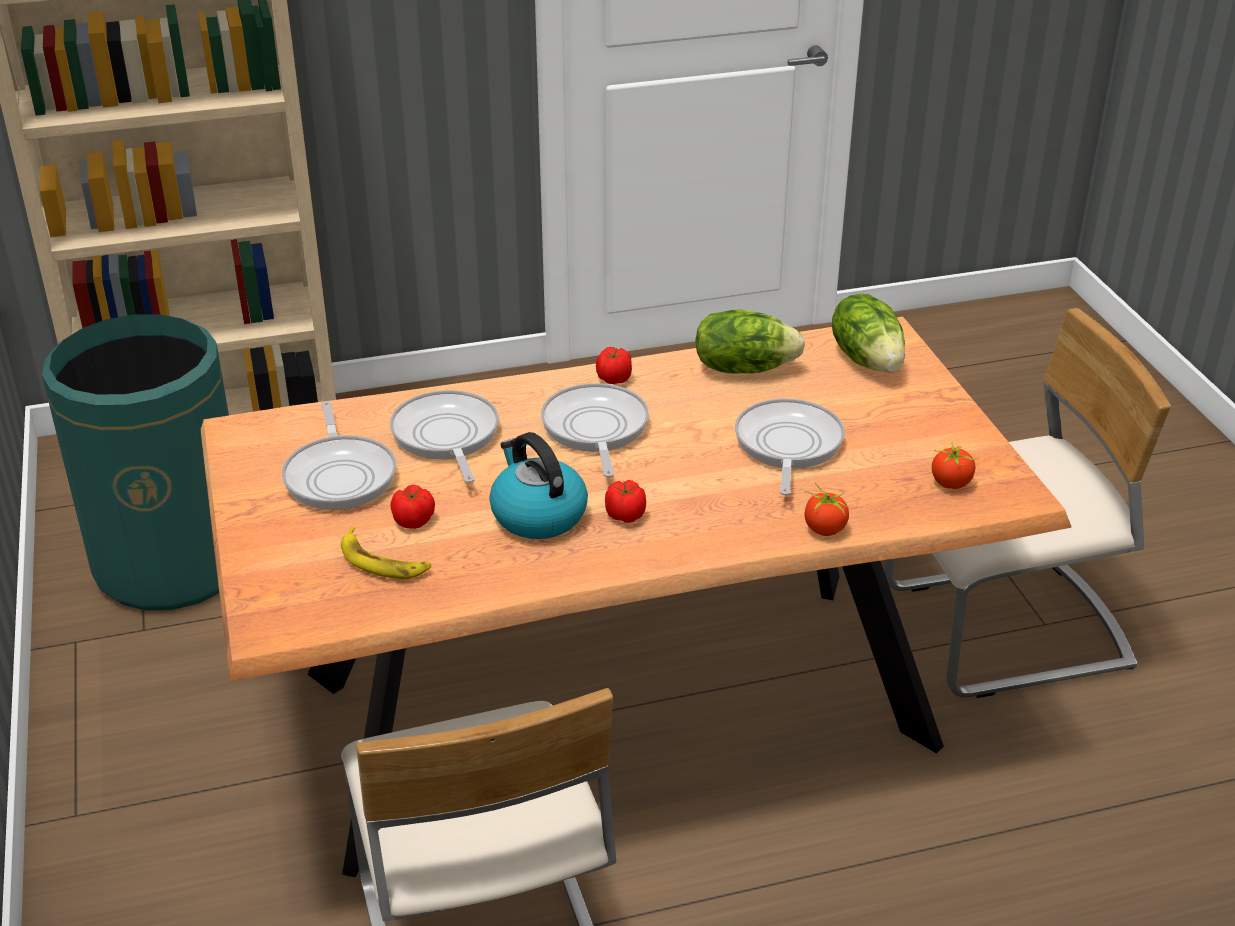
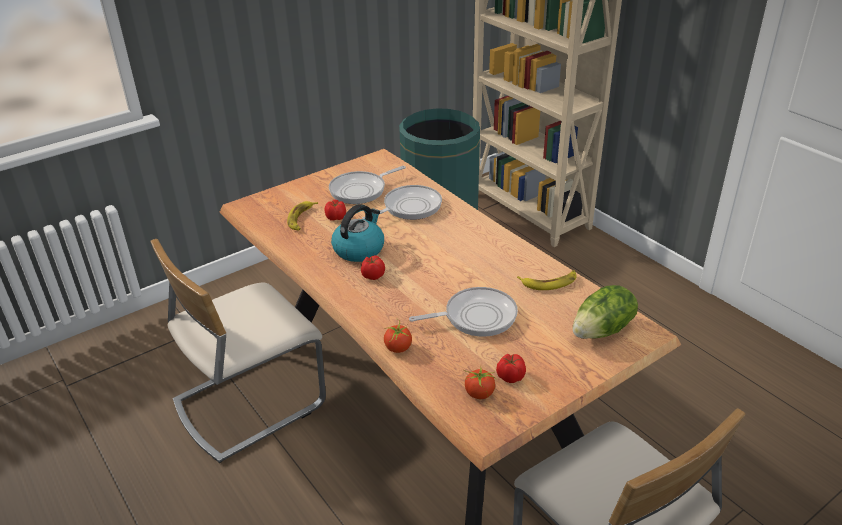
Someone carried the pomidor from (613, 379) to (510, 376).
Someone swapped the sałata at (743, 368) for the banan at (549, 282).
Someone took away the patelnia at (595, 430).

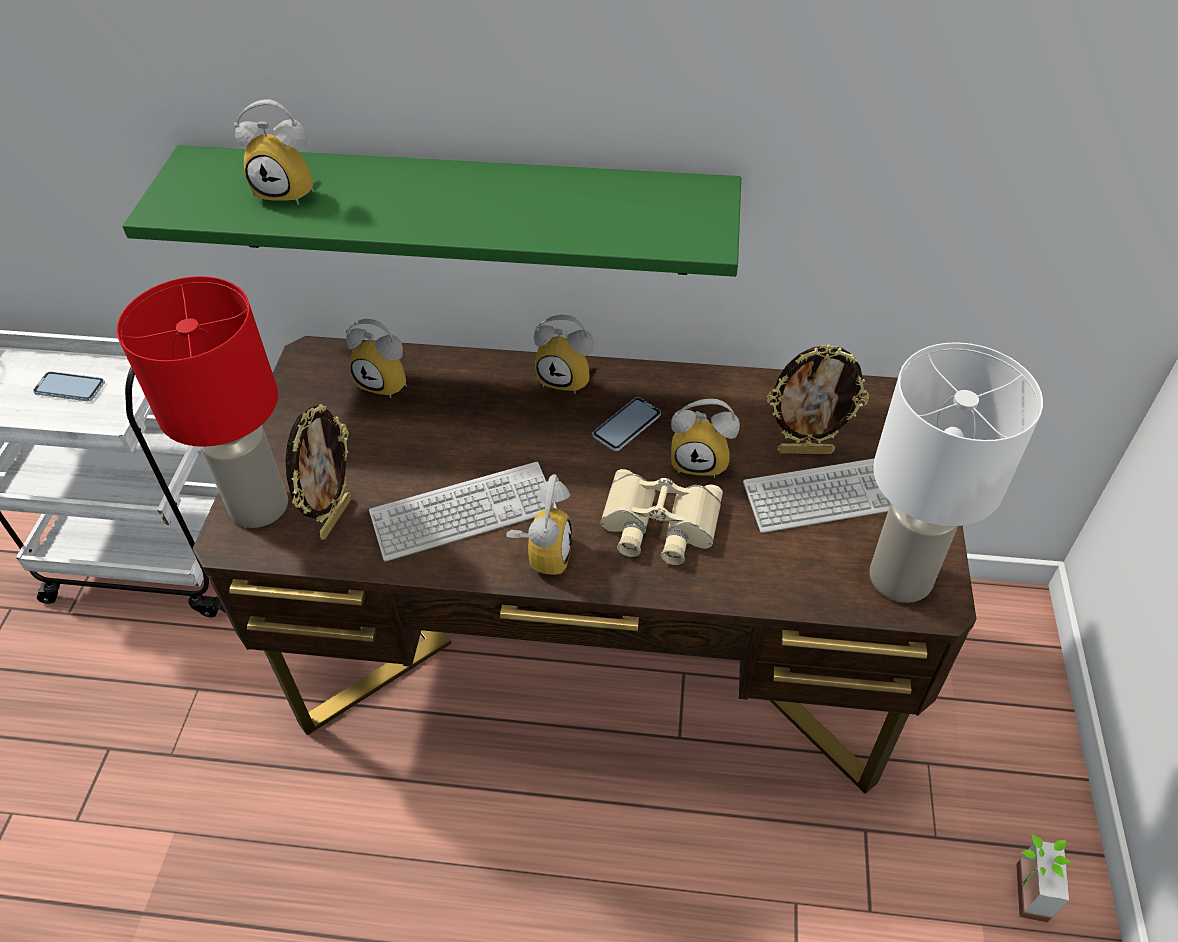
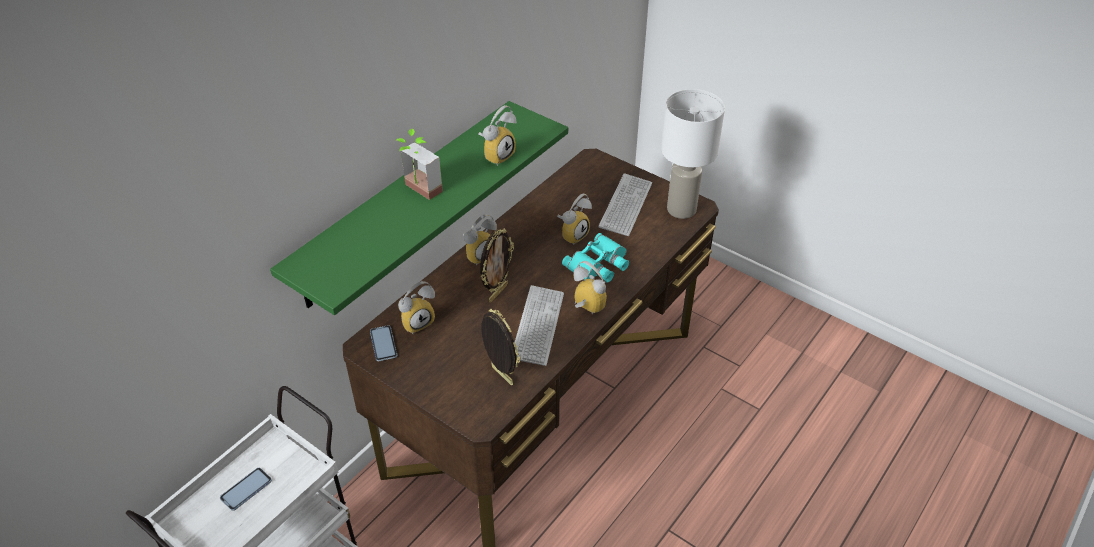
Someone carried the telefon from (627, 425) to (383, 344).
Someone carried the roślina doniczkowa from (1019, 890) to (418, 191).
Someone carried the budzik from (290, 190) to (497, 155).
Someone carried the ramka na zdjęcie from (805, 450) to (497, 292).
Someone repainted the lornetka/beżowy at (658, 525), which became the lornetka/turkusowy at (599, 264).
Someone took away the lampa stołowa/czerwony at (258, 507).

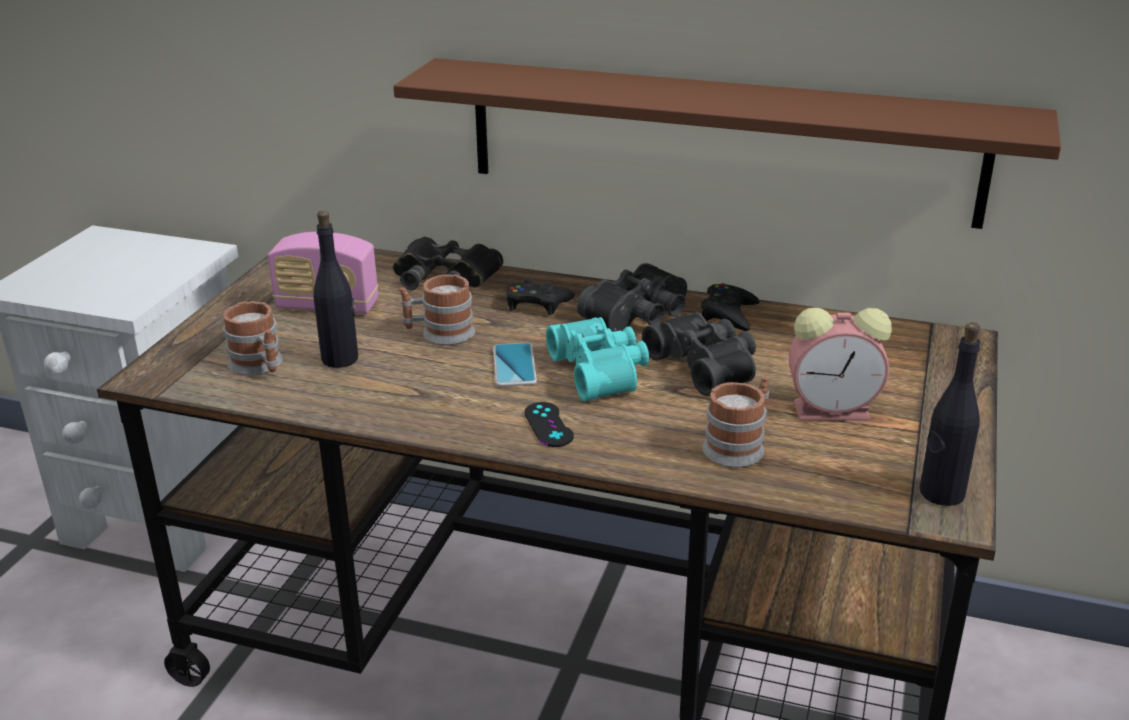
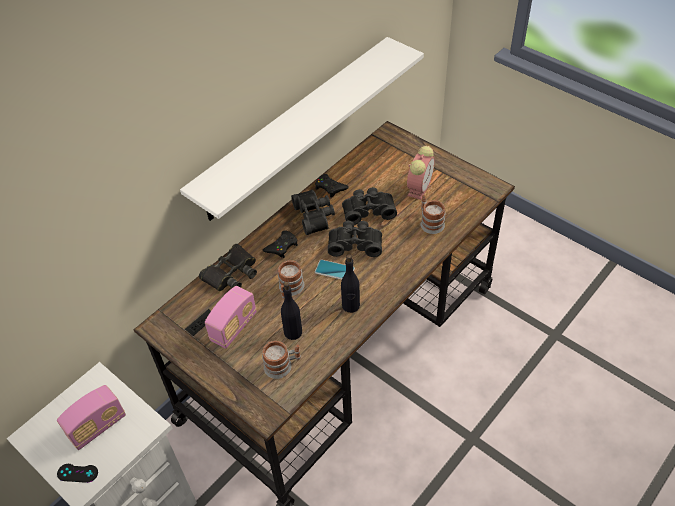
Someone put down the radio at (97, 426).
Someone carried the pad do gier/czarny from (548, 425) to (77, 473).
Someone repainted the półka/brązowy at (719, 141), which became the półka/biały at (295, 128).
Someone repainted the lornetka/turkusowy at (601, 371), which became the lornetka/czarny at (355, 243).
Someone carried the butelka/czarny from (941, 493) to (350, 306).

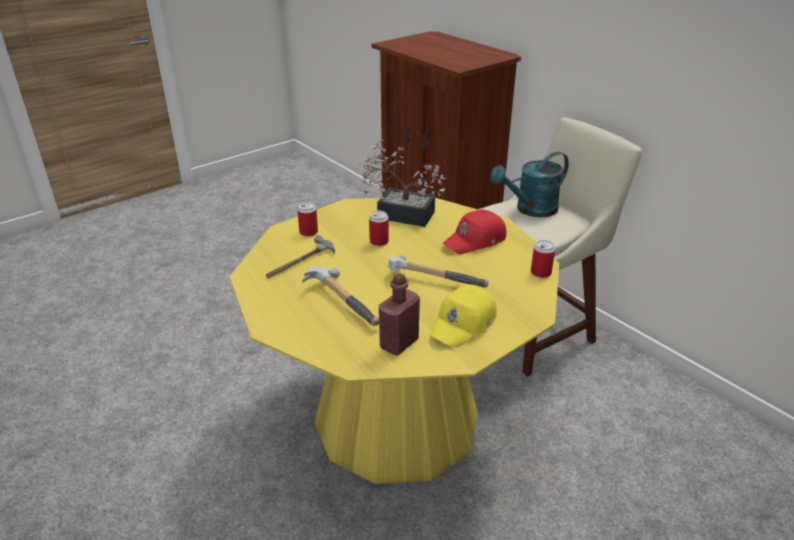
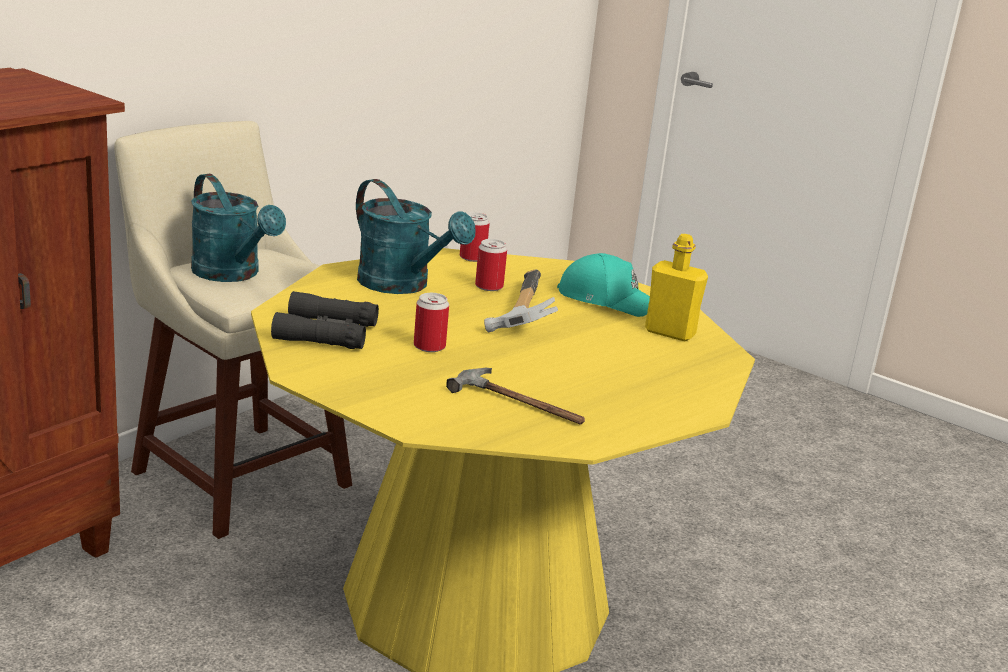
Someone swapped the roślina doniczkowa at (400, 213) for the lornetka/czarny at (326, 332).
Someone swapped the czapka z daszkiem/czerwony at (475, 241) for the konewka/turkusowy at (403, 285).
Someone carried the puszka from (308, 232) to (489, 286).
Someone repainted the czapka z daszkiem/żółty at (464, 324), which became the czapka z daszkiem/turkusowy at (607, 300).
Someone repainted the butelka/czerwony at (399, 343), which became the butelka/żółty at (670, 332).
Someone took away the młotek at (345, 301).

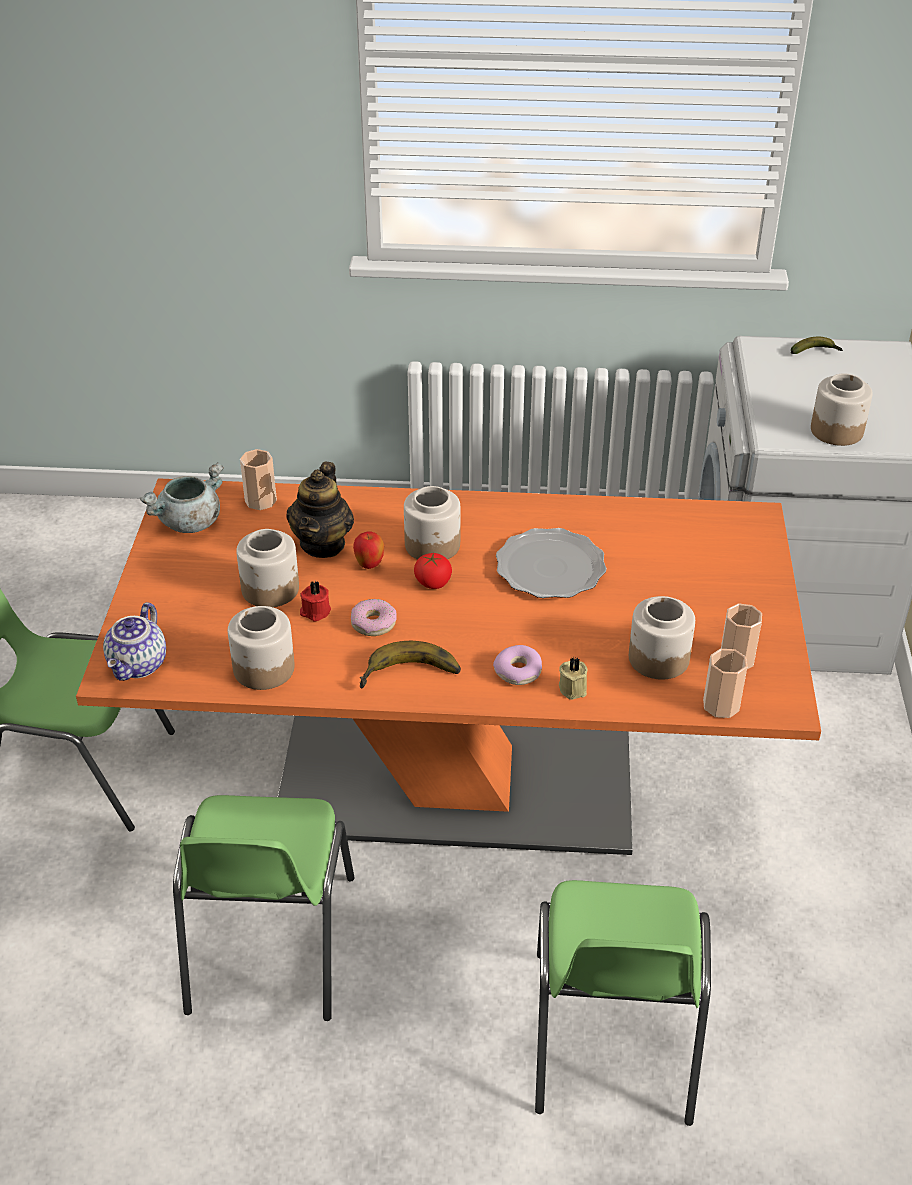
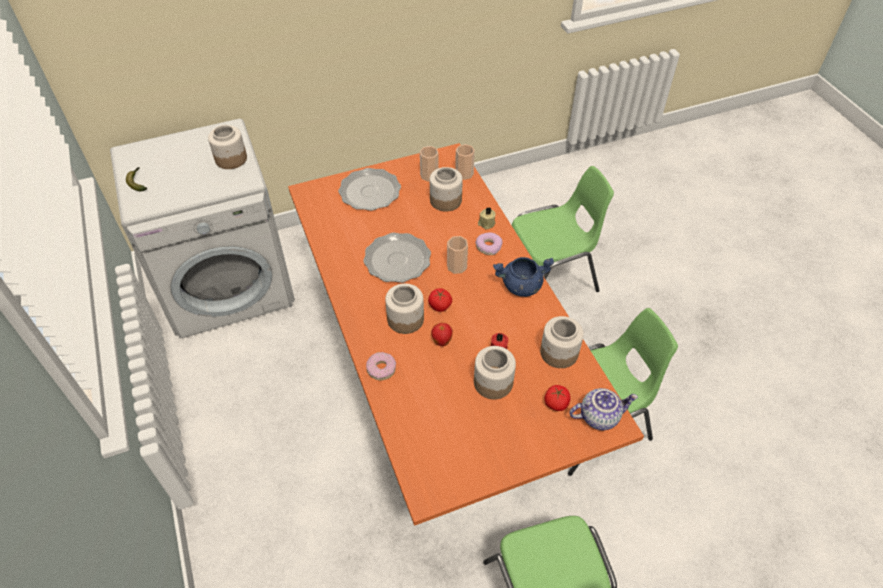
Someone put down the talerz at (370, 192).
Someone carried the donut from (373, 623) to (381, 369).
Someone carried the filiżanka from (260, 501) to (457, 266).
Someone swapped the banan at (411, 677) for the garnek/niebieski at (521, 286).
Someone put down the pomidor at (556, 403).
Someone took away the garnek/szary at (190, 523).
Someone took away the imbryk at (323, 544).

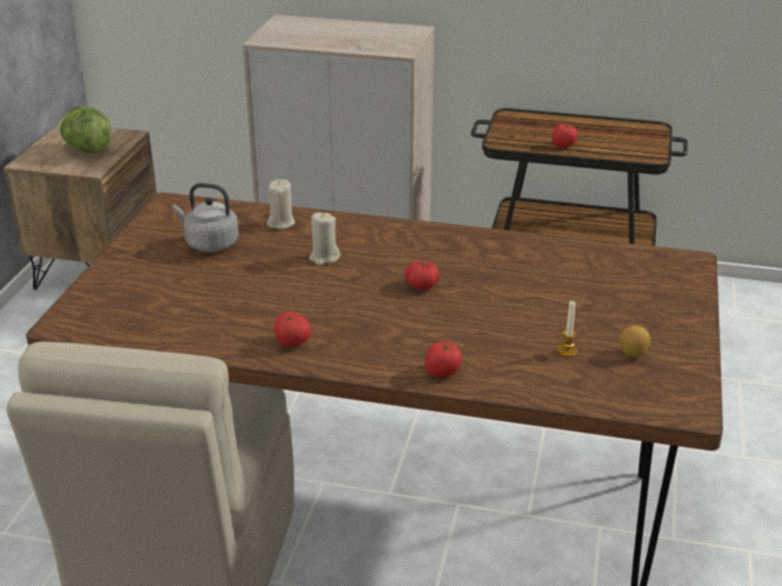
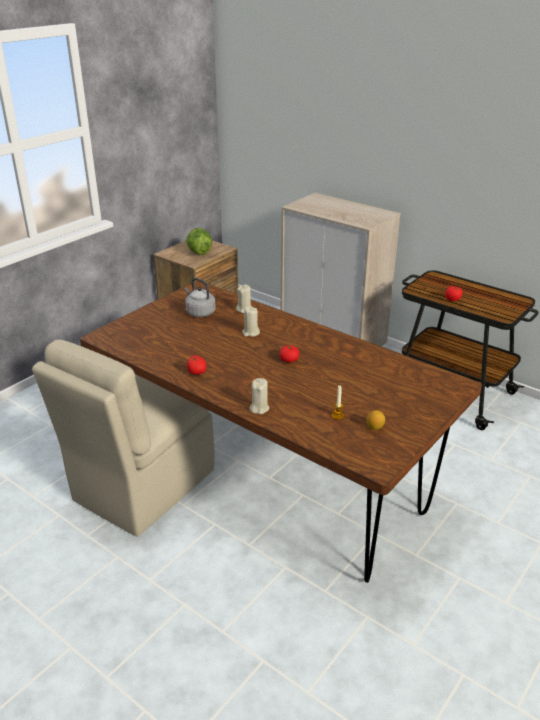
Someone swapped the pomidor at (442, 372) for the świeca/beżowy at (259, 408).

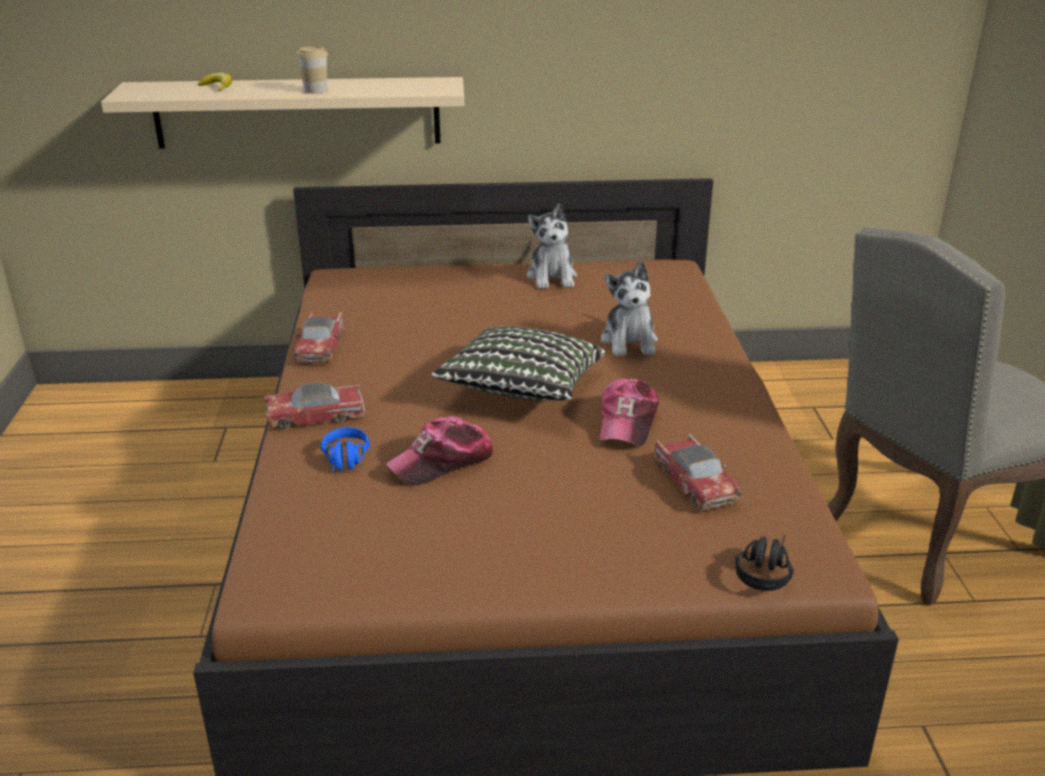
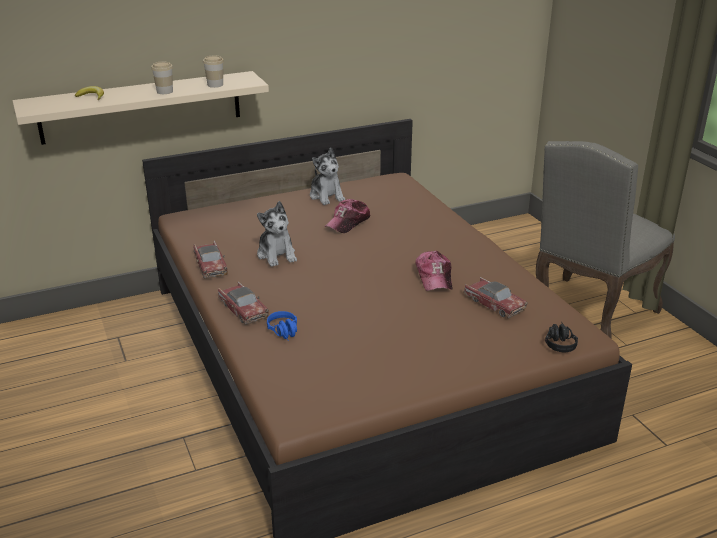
Someone put down the filiżanka at (215, 85).
Someone rotated the samochodzik at (315, 416) by 90 degrees counterclockwise.
Someone carried the pluszak from (629, 341) to (277, 255).
Someone carried the czapka z daszkiem from (442, 461) to (348, 222).
Someone took away the poduszka at (522, 390).

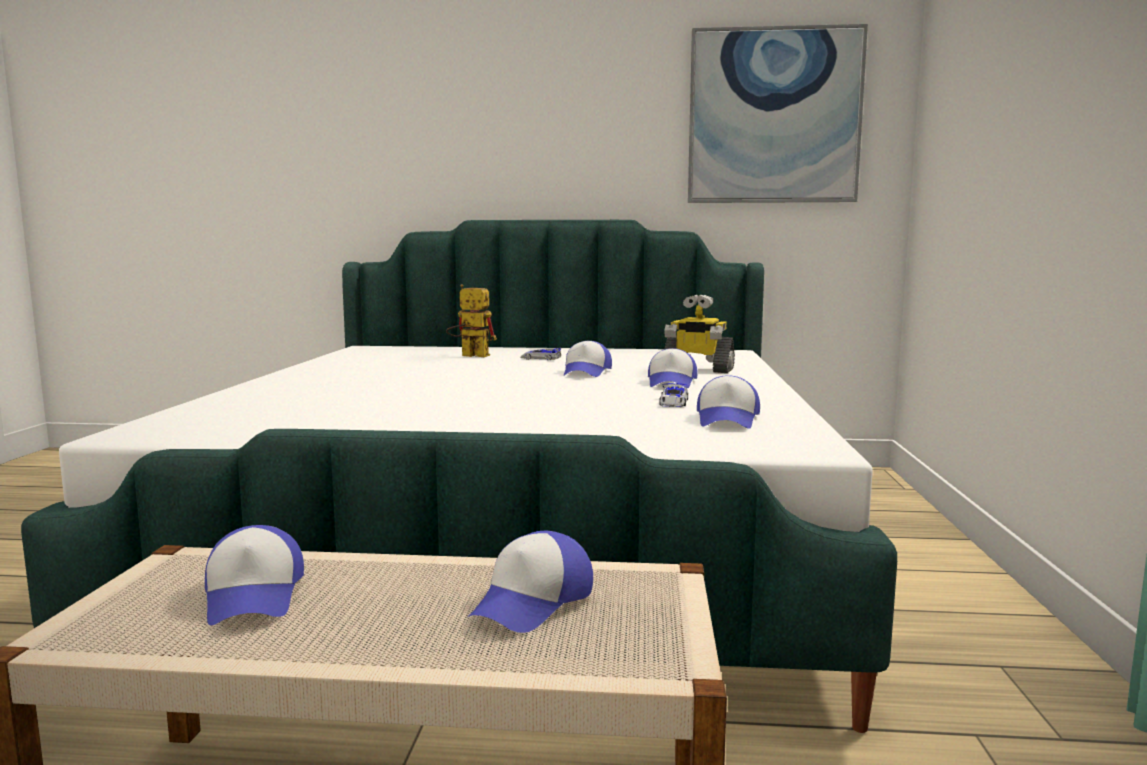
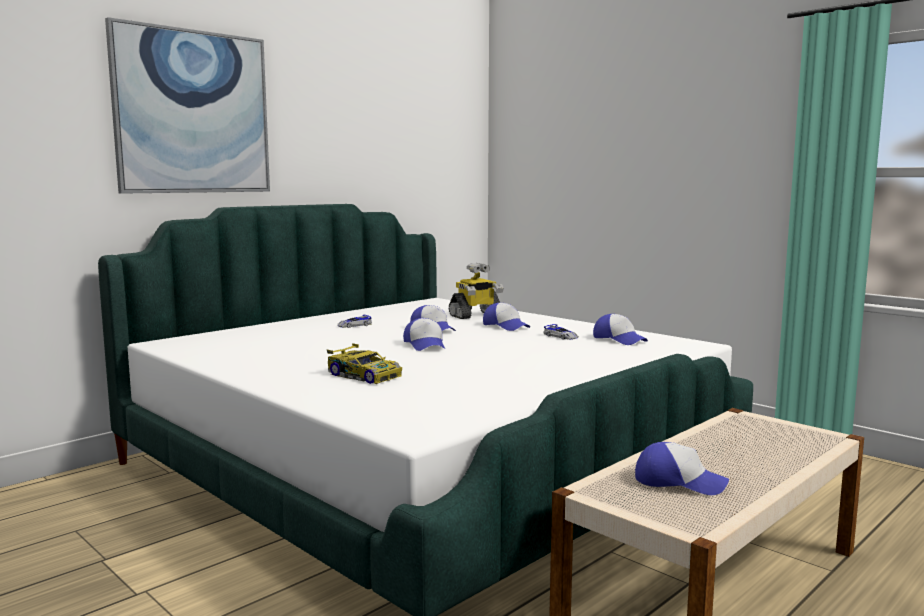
Someone carried the obraz from (774, 116) to (193, 112).
Someone put down the samochodzik at (363, 375).
Someone carried the czapka z daszkiem from (533, 602) to (425, 345).
Someone took away the robot zabawkowy at (469, 356).

